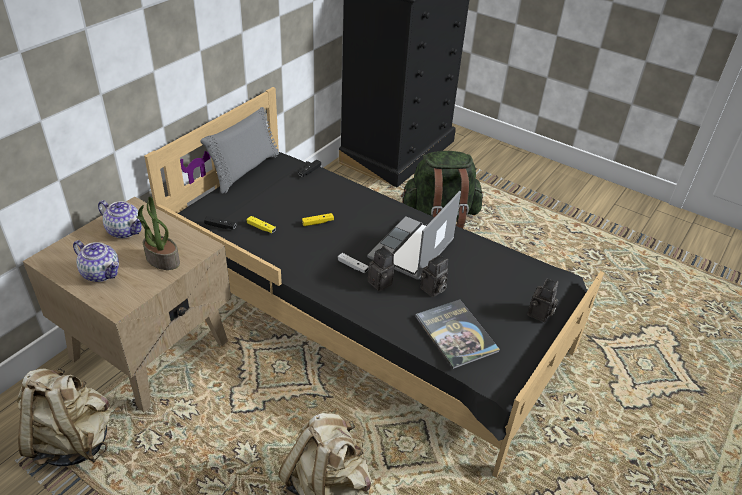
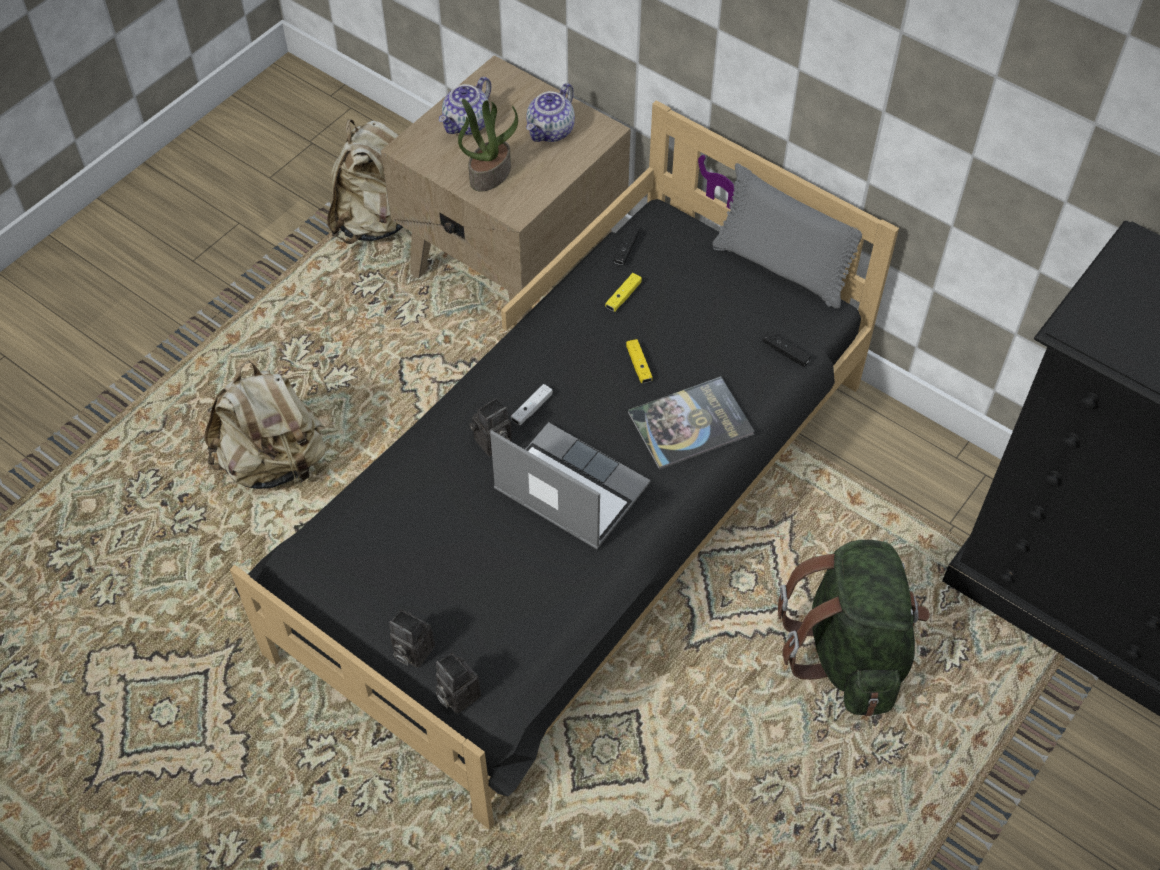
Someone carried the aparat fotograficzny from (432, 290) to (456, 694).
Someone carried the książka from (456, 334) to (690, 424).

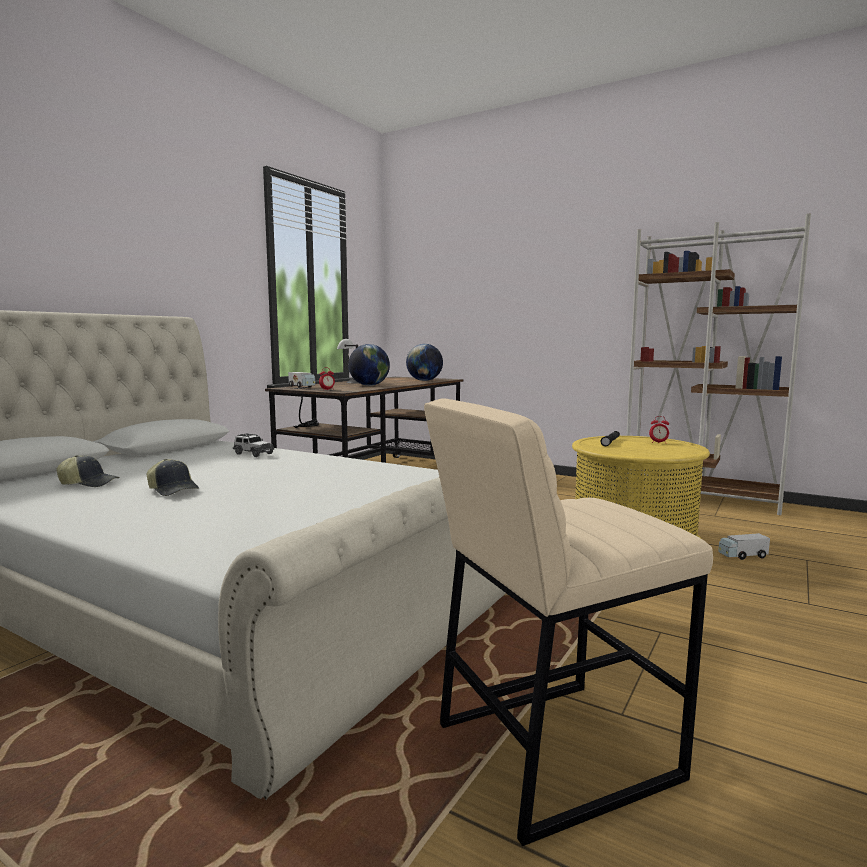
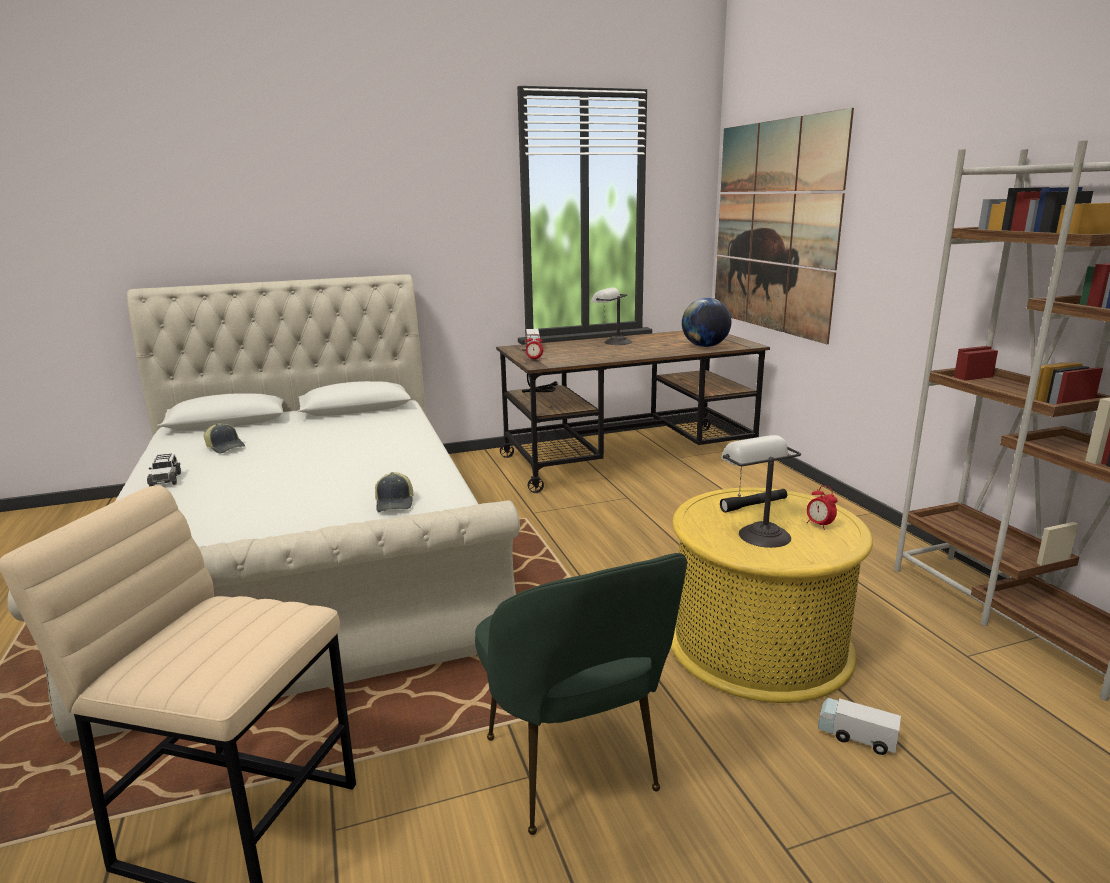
Someone carried the samochodzik from (253, 454) to (166, 480).
Someone carried the czapka z daszkiem from (174, 490) to (395, 503).
Someone put down the krzesło/zielony at (575, 775).
Someone put up the obraz at (773, 227).
Someone put down the lampa stołowa at (756, 531).
Someone took away the globus at (369, 385).

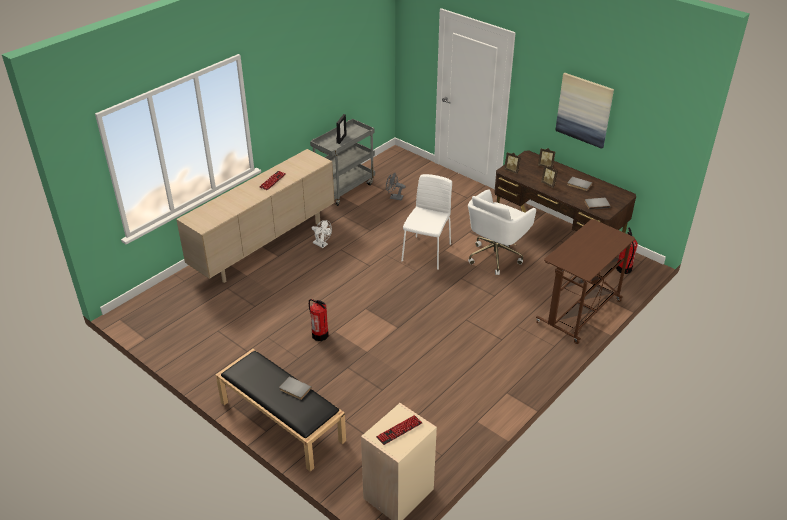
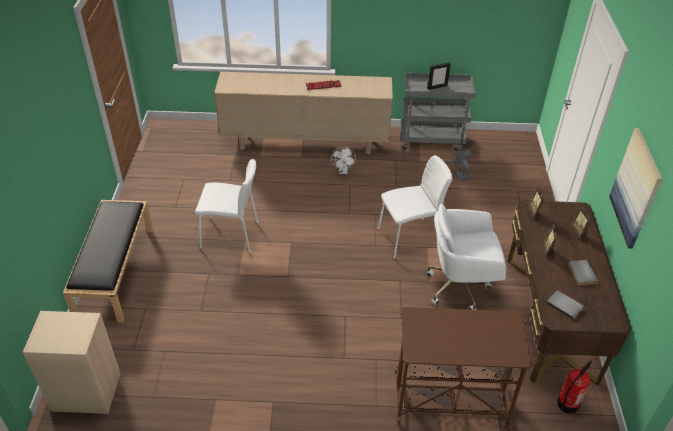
Someone swapped the gaśnica at (320, 335) for the krzesło/biały at (232, 235).
Someone took away the książka/szary at (294, 389).
Someone took away the klawiatura at (399, 430).

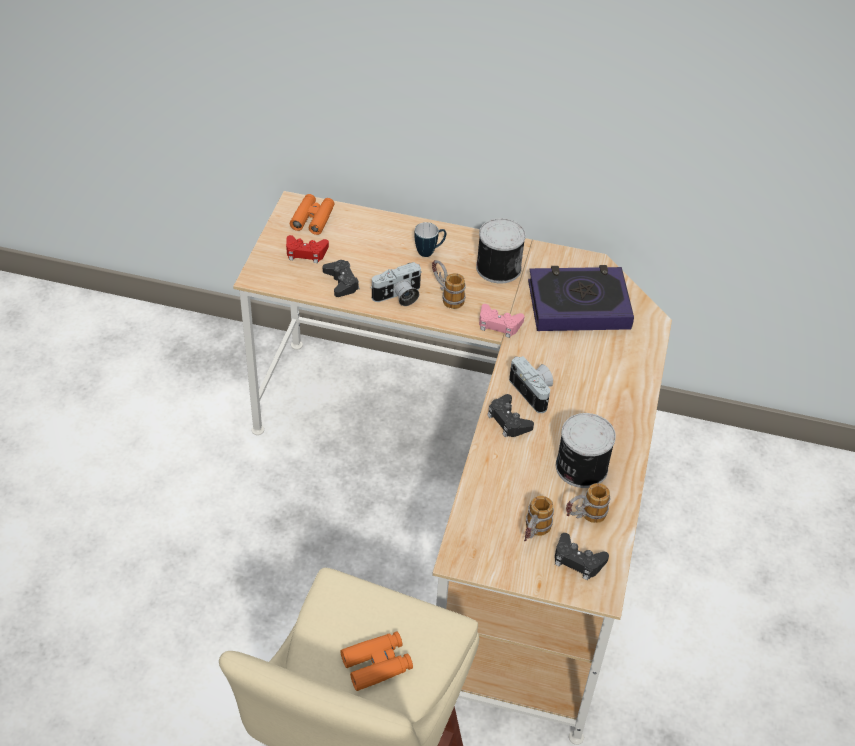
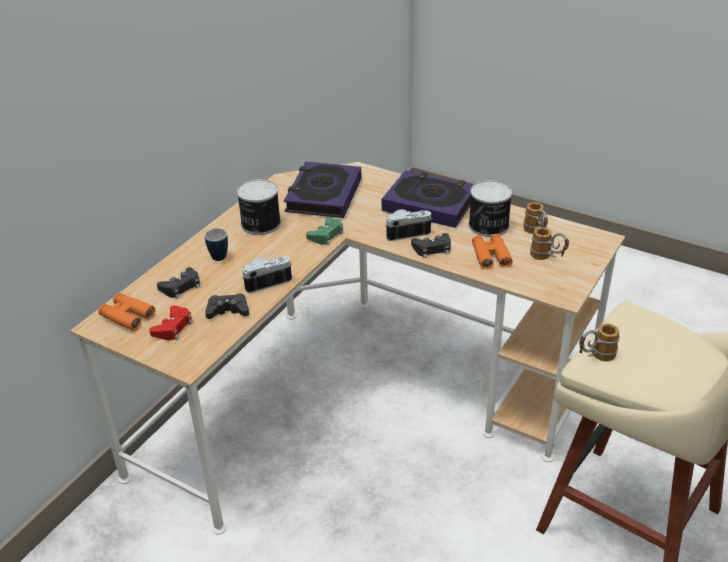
Someone carried the pad do gier/czarny from (578, 560) to (181, 287).
Someone rotated the aparat fotograficzny at (398, 297) by 105 degrees counterclockwise.
Someone repainted the pad do gier/różowy at (499, 324), which became the pad do gier/zielony at (326, 235).
Someone put down the książka at (429, 204).
Someone carried the lornetka/pomarańczowy from (377, 664) to (490, 256).
Someone carried the kubek from (446, 296) to (595, 357).

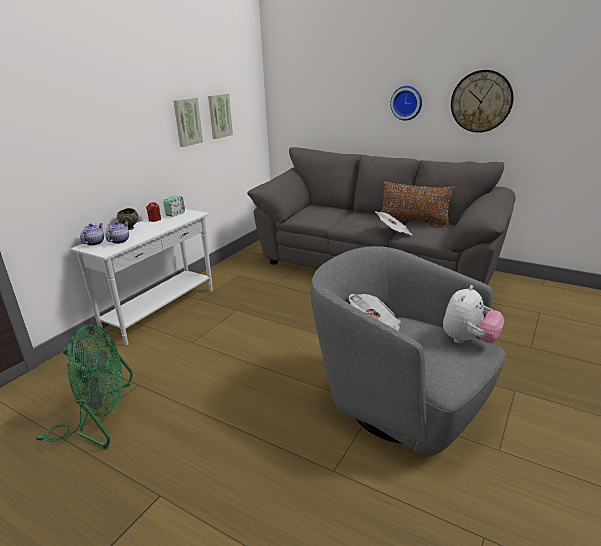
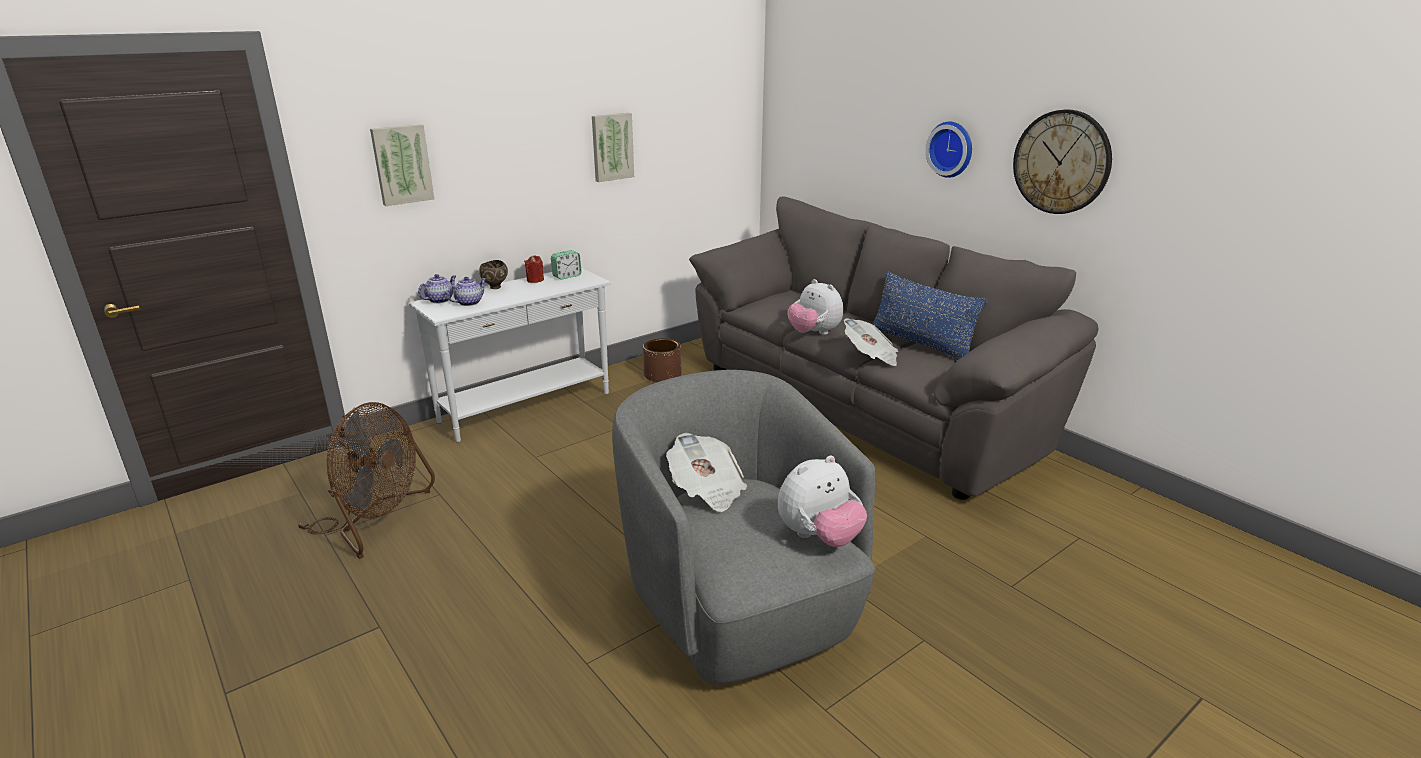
Someone repainted the wentylator/zielony at (98, 418), which became the wentylator/brązowy at (373, 521).
Someone carried the obraz from (219, 116) to (402, 164).
Someone put down the donica/brązowy at (663, 375).
Someone put down the pluszak at (814, 333).
Someone repainted the poduszka/brązowy at (414, 221), which became the poduszka/niebieski at (921, 345).

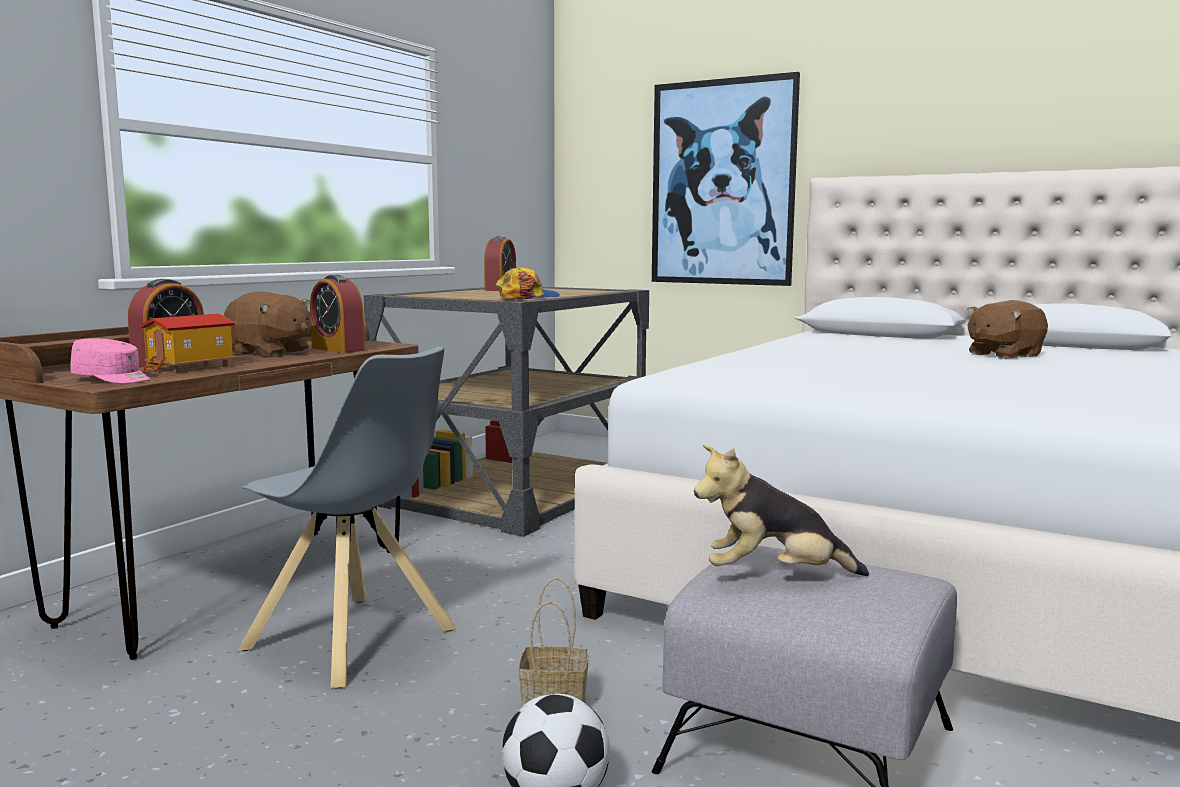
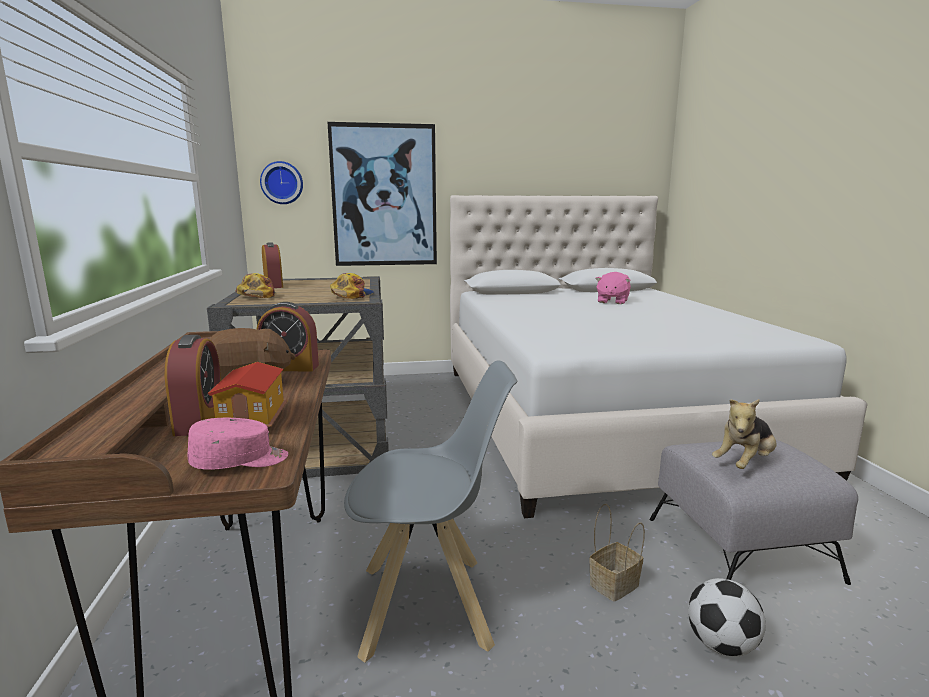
Someone put down the czapka z daszkiem at (257, 295).
Someone put up the zegar ścienny at (282, 183).
Someone repainted the pluszak/brązowy at (1003, 355), which became the pluszak/różowy at (612, 301).

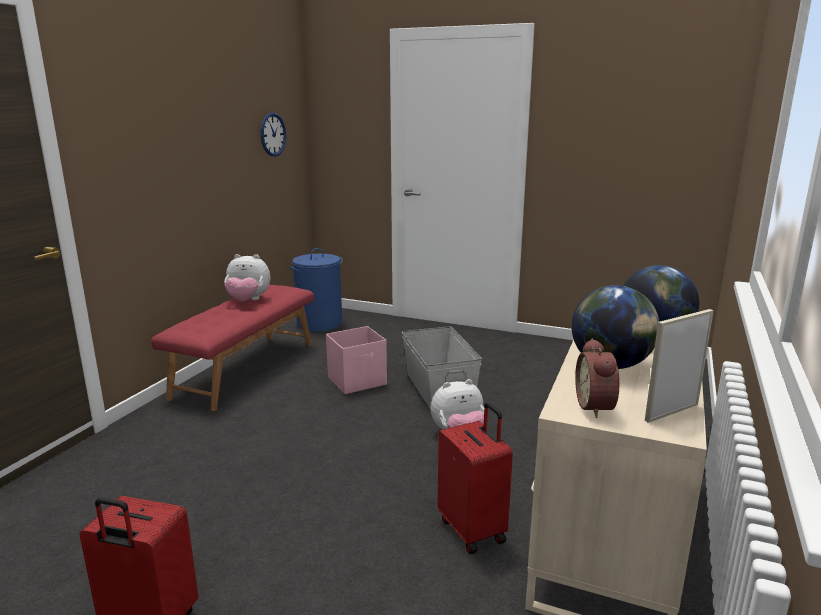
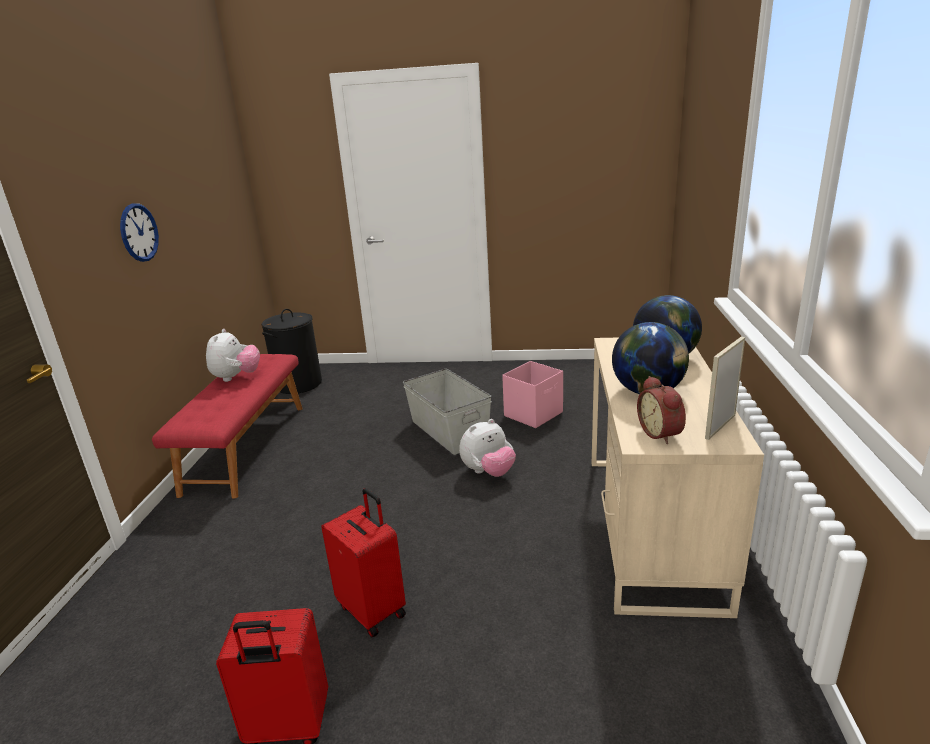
Someone carried the zegar ścienny from (273, 134) to (139, 232).
Someone rotated the pluszak at (248, 301) by 75 degrees counterclockwise.
Someone repainted the kosz na pranie/niebieski at (319, 323), which became the kosz na pranie/czarny at (298, 384).
Someone carried the walizka/czerwony from (473, 530) to (373, 610).
Someone carried the pojemnik do przechowywania/różowy from (358, 381) to (534, 414).

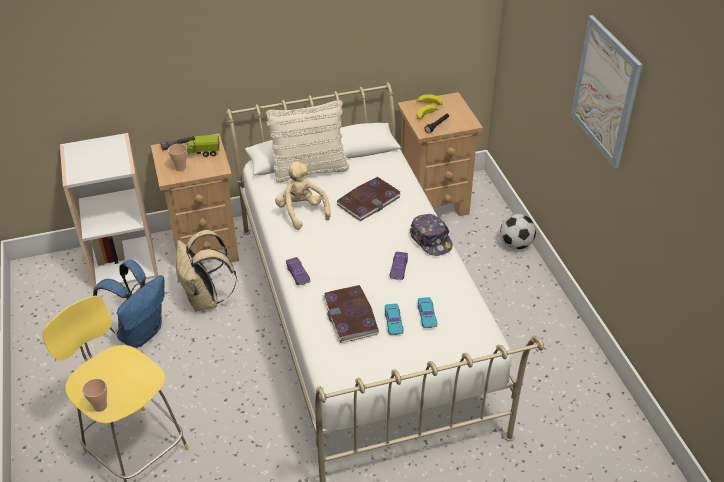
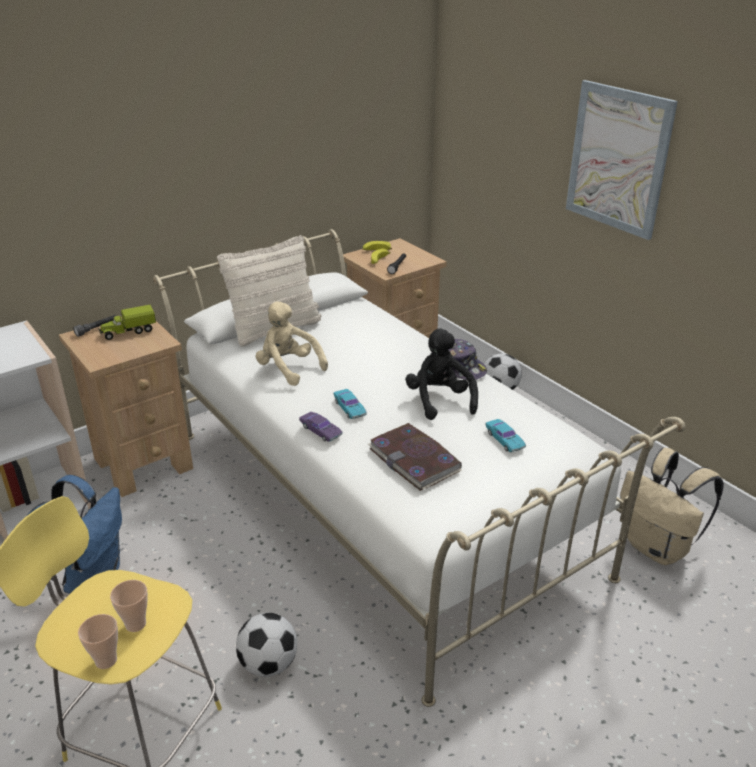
Someone carried the filiżanka from (180, 168) to (135, 624).
Someone put down the piłka futbolowa at (269, 664).
Someone carried the samochodzik/turkusowy from (393, 322) to (349, 407).
Someone swapped the samochodzik/fioletowy at (398, 268) for the pluszak/czarny at (439, 400).
Someone carried the plecak/beżowy from (205, 300) to (658, 548).
Someone took away the książka at (368, 201).

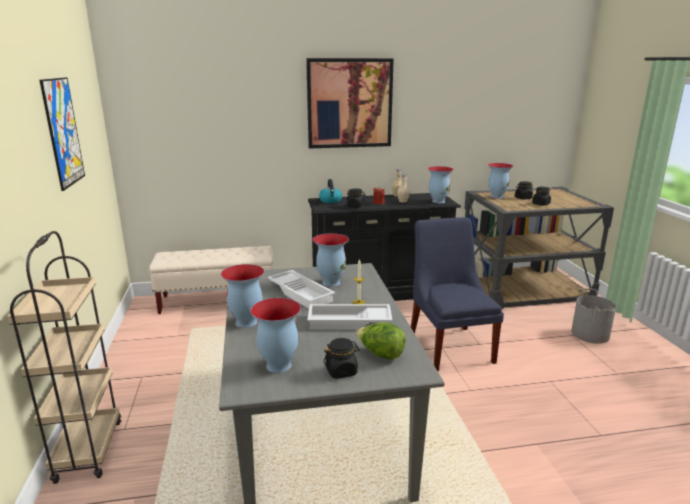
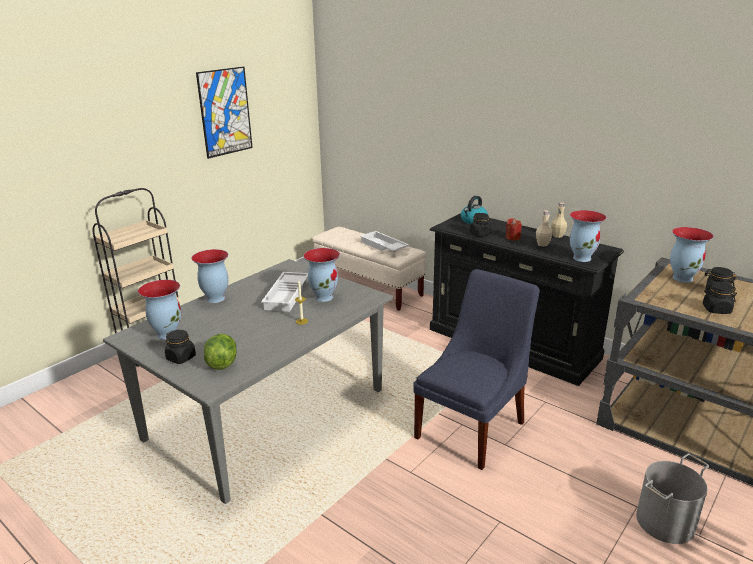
Someone carried the taca/biały from (348, 322) to (383, 246).
Someone took away the obraz at (349, 103).

